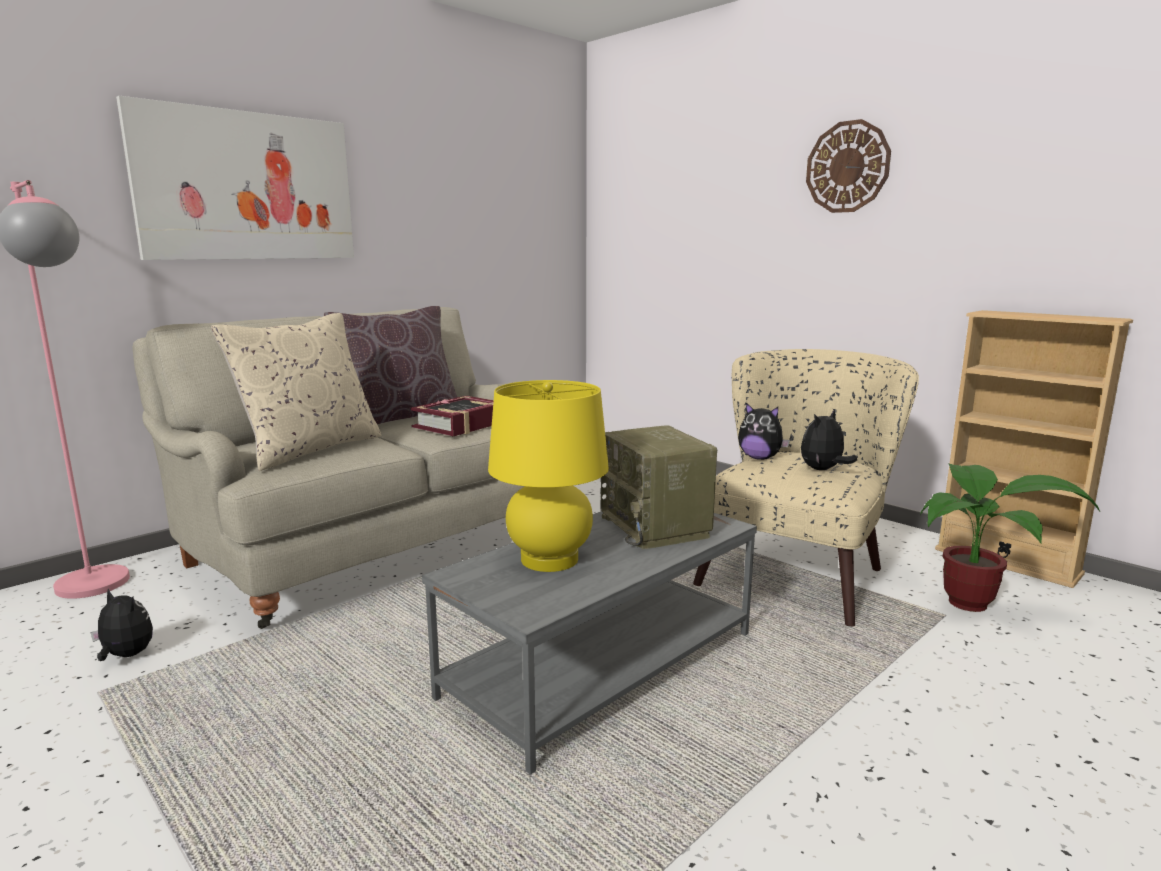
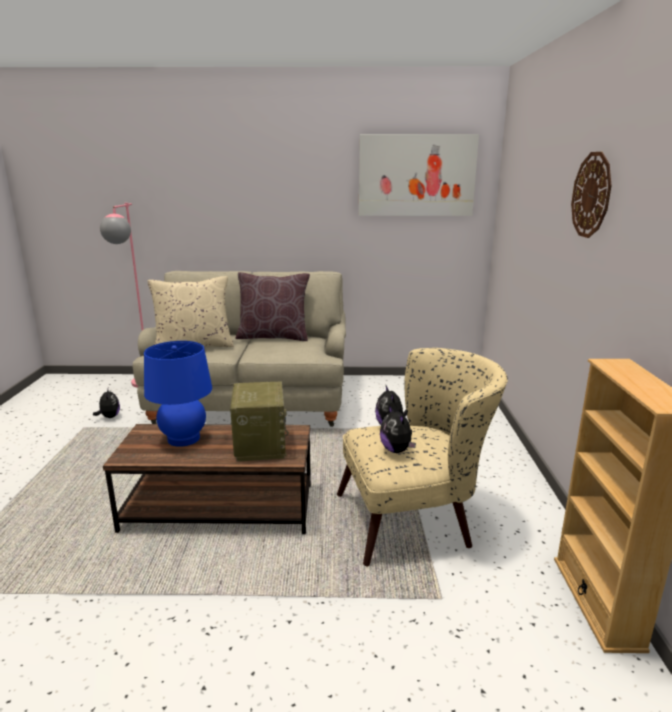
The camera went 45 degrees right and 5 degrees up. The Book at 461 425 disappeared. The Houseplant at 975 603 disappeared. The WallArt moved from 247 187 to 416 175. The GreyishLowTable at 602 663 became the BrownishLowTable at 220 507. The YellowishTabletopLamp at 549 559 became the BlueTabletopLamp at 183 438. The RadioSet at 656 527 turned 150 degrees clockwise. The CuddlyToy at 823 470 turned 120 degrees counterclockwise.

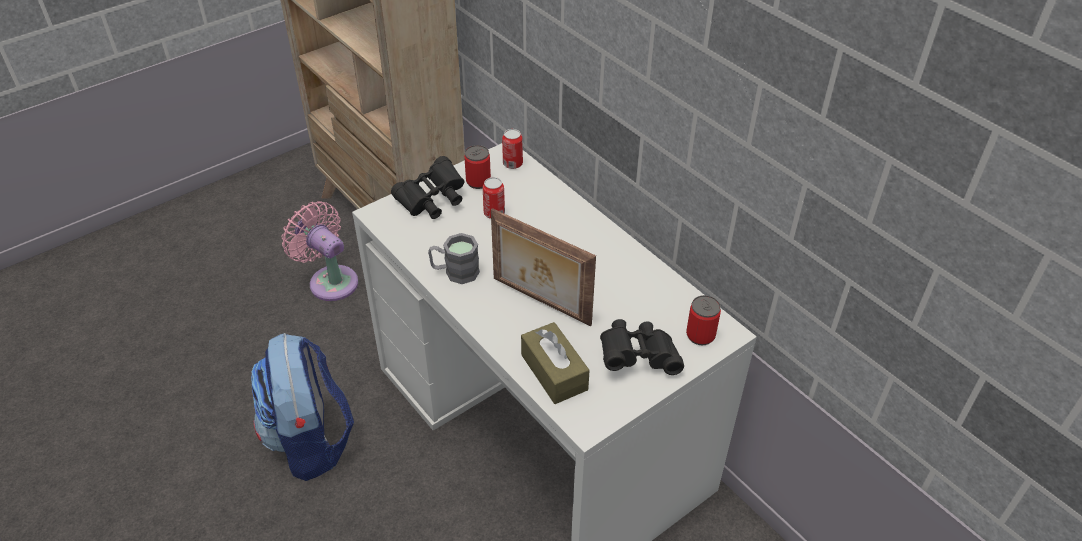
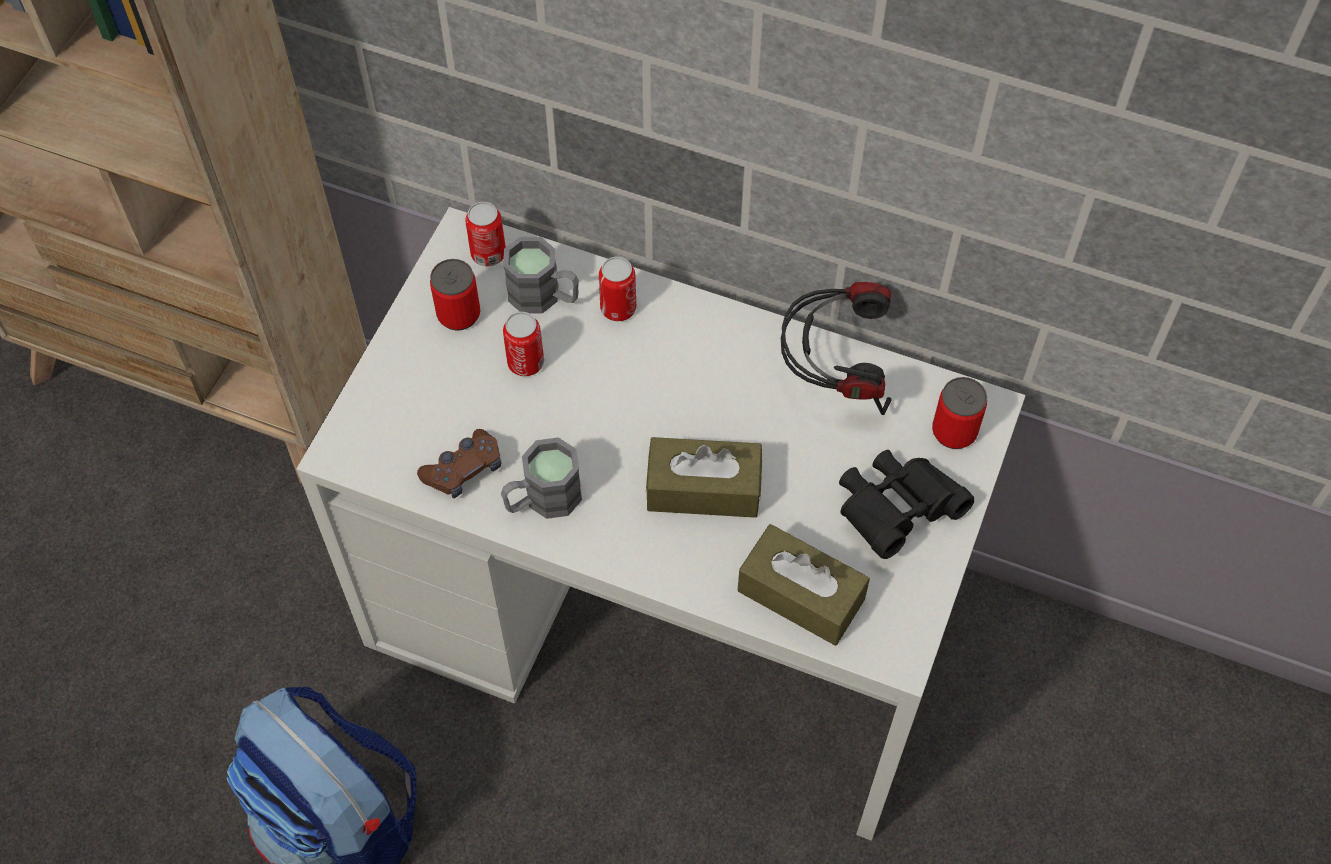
The camera went 30 degrees left and 15 degrees up. The PinkColouredElectricFan at 330 280 disappeared. The BlackishPairOfBinoculars at 432 201 disappeared. The BrownishGameController at 464 470 appeared. The GreyishCoffeeMug at 544 296 appeared. The MetalCan at 618 308 appeared. The Headset at 834 376 appeared. The PictureFrame at 540 302 was replaced by the BrownishTissueBox at 703 489.

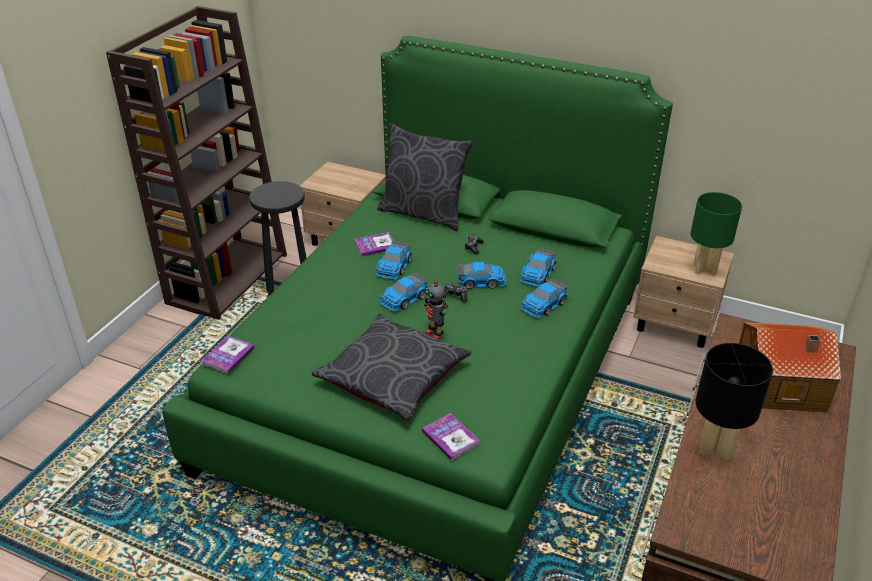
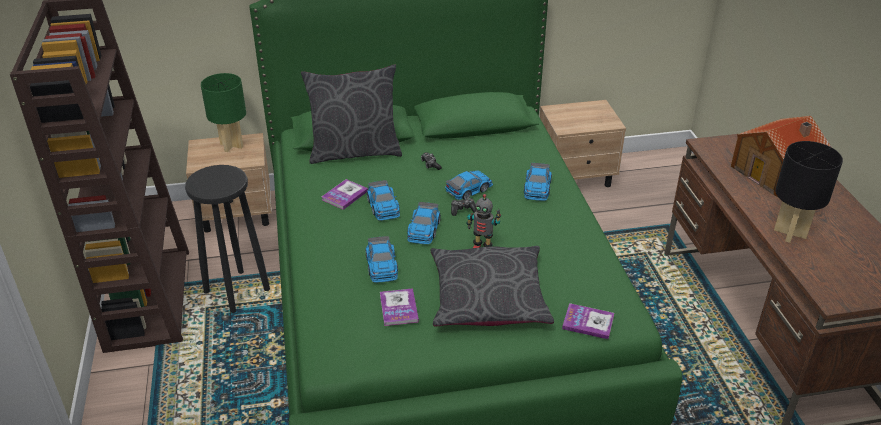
The camera went 35 degrees left and 0 degrees up. The Book moved from 228 356 to 398 308. The ToyCar moved from 537 274 to 382 266. The GreenTabletopLamp moved from 705 269 to 232 145.

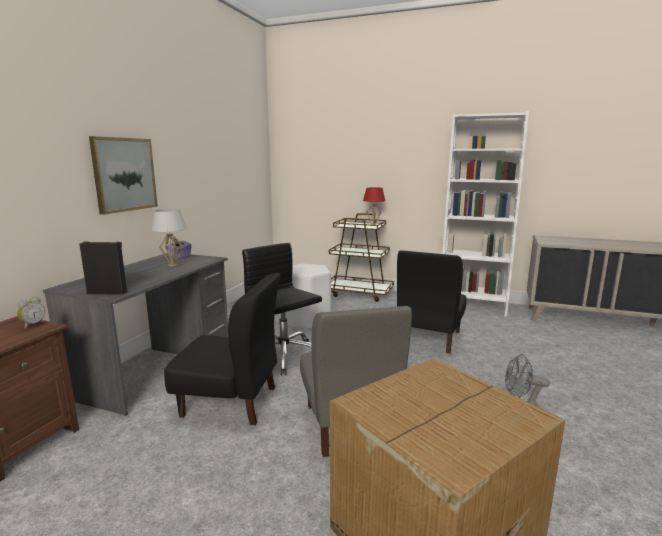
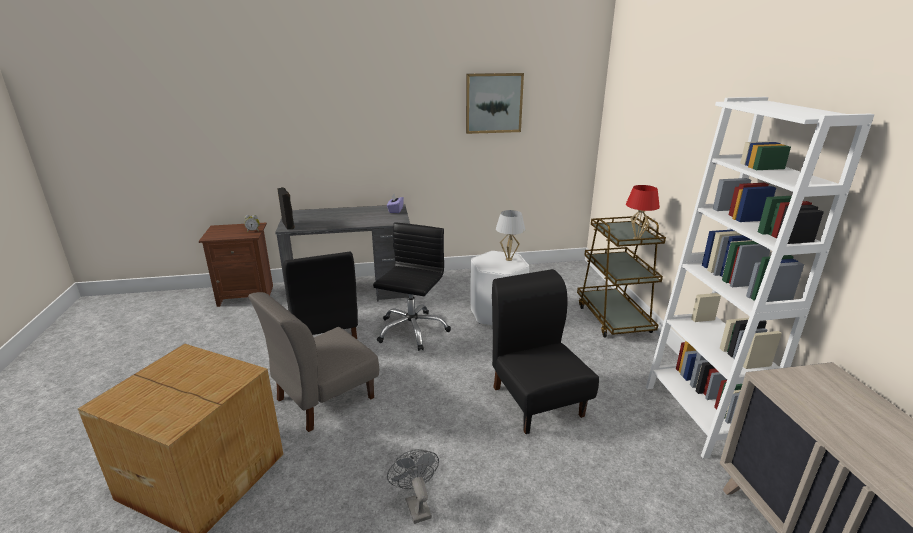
The camera went 60 degrees right and 10 degrees up. The WallArt moved from 124 174 to 493 103. The WhiteTabletopLamp moved from 172 265 to 509 259. The BlackishUprightChair at 428 338 turned 75 degrees clockwise.

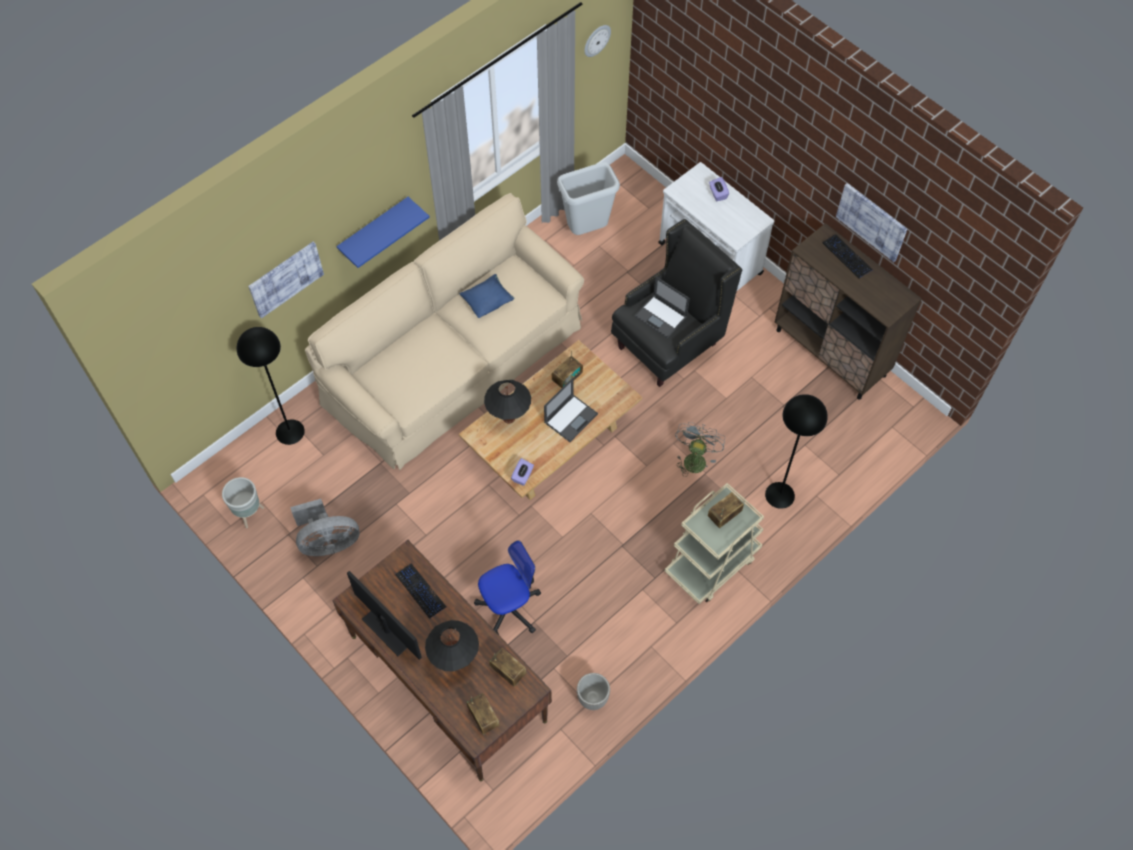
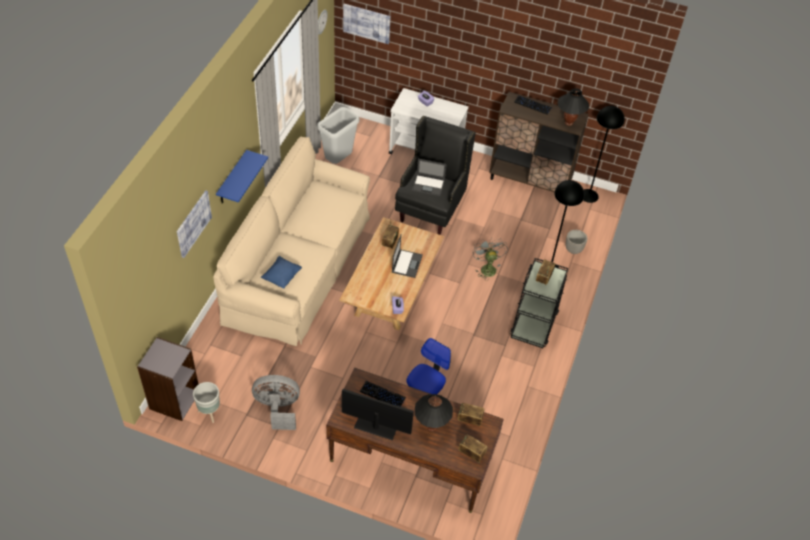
The camera went 30 degrees left and 10 degrees down. The GreyishBookcase at 174 399 appeared. The BlackishStandingLamp moved from 290 431 to 588 195. The BluePillow moved from 488 302 to 282 277. The BlackishTabletopLamp moved from 509 418 to 569 123. The Planter moved from 592 698 to 573 250. The WallArt moved from 872 221 to 366 23. The BeigeTrolley at 711 563 became the BlackishTrolley at 534 323. The GreyishElectricFan at 328 542 turned 135 degrees counterclockwise.

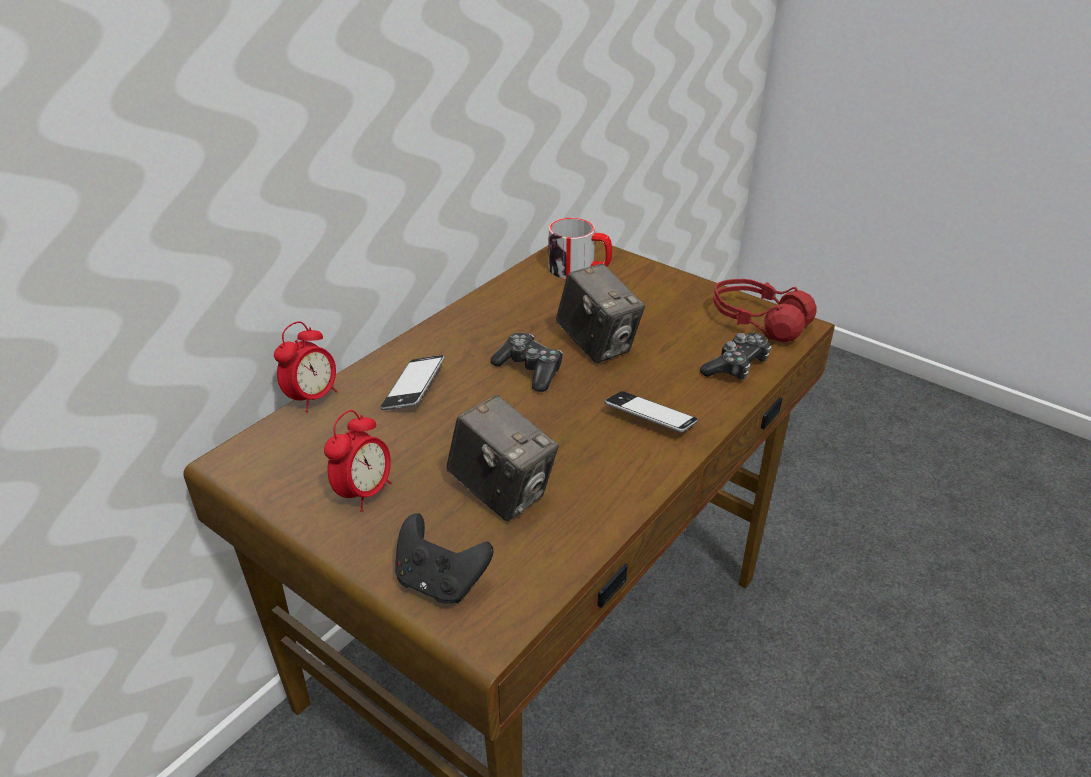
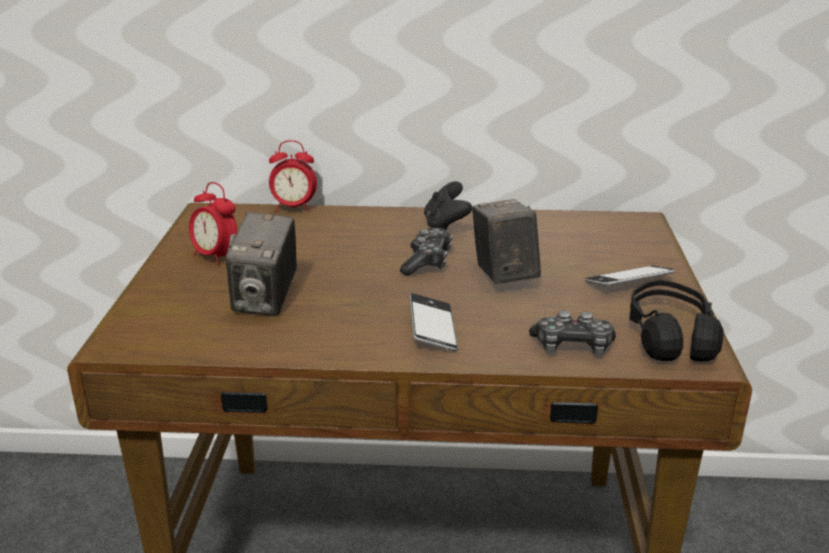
The camera went 55 degrees right and 10 degrees down. The CoffeeMug at 579 269 disappeared. The Telephone moved from 414 388 to 628 282. The BlackishGameController moved from 440 582 to 446 226. The ReddishHeadset at 758 322 became the BlackishHeadset at 669 337. The BedsideClock at 364 493 turned 45 degrees clockwise. The StillCamera at 597 345 turned 150 degrees clockwise.

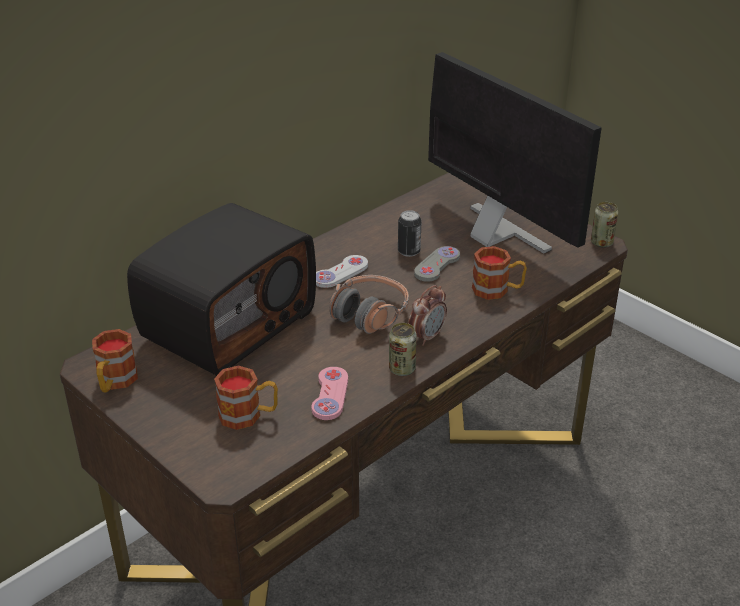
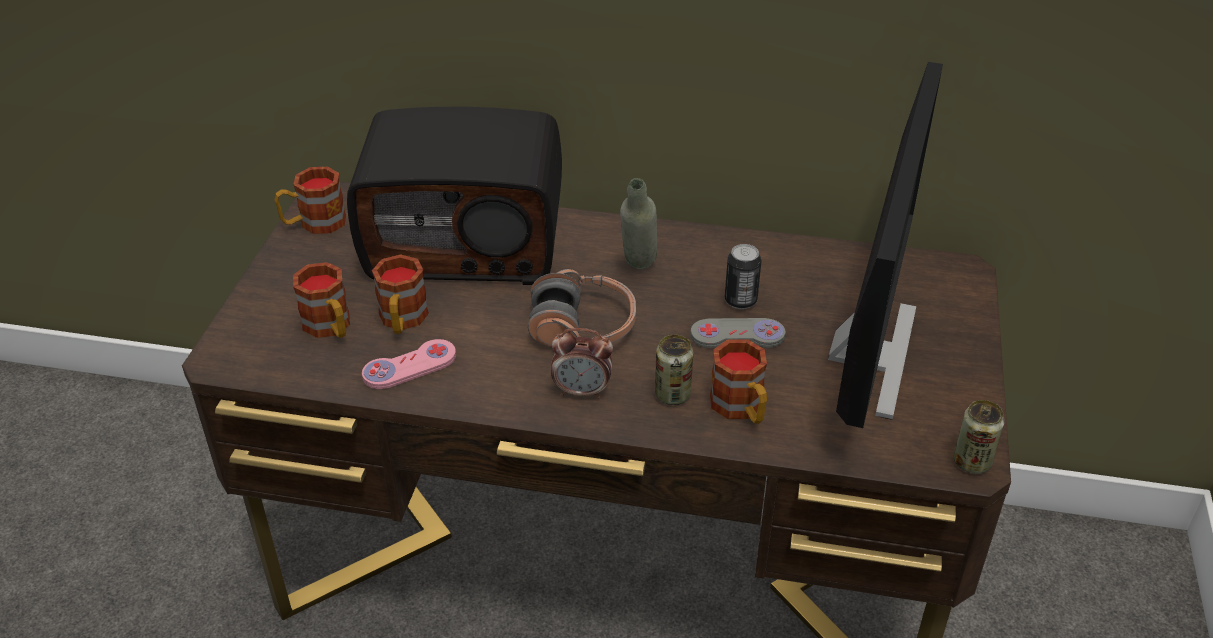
The camera went 55 degrees right and 5 degrees up. The CoffeeMug at 402 321 appeared. The MetalCan moved from 402 369 to 672 395. The WhiteGameController at 340 273 was replaced by the GreyishBottle at 638 271.

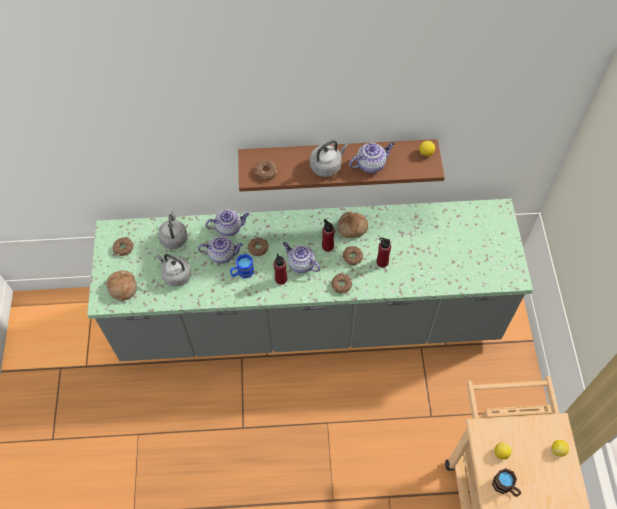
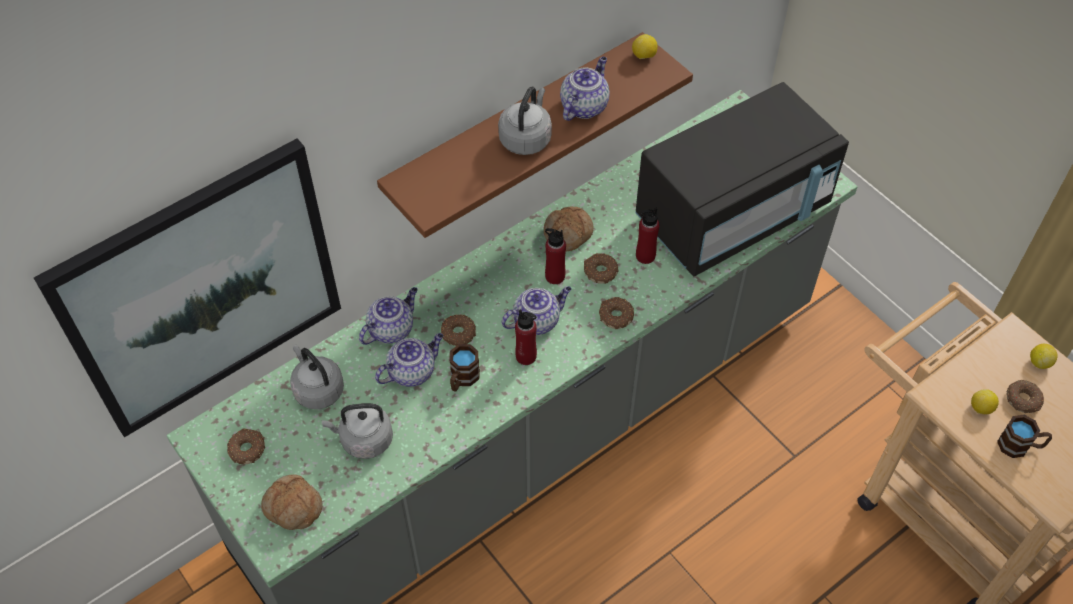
The camera went 35 degrees left and 5 degrees down. The WallArt at 203 290 appeared. The BlackishMicrowaveOven at 733 214 appeared. The Donut moved from 265 172 to 1023 400. The BlueCoffeeMug at 242 272 became the BrownishCoffeeMug at 462 379. The PotForTea at 300 264 turned 150 degrees clockwise.

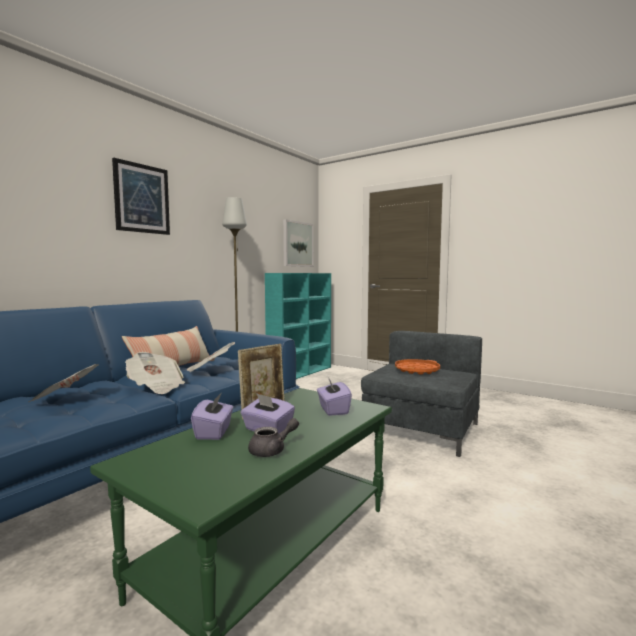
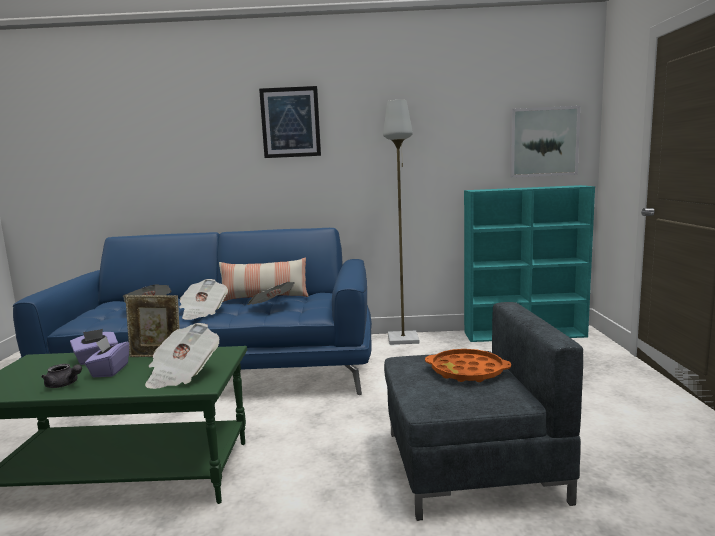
The camera went 55 degrees right and 5 degrees up. The PurpleTissueBox at 333 409 was replaced by the Newspaper at 182 374.

